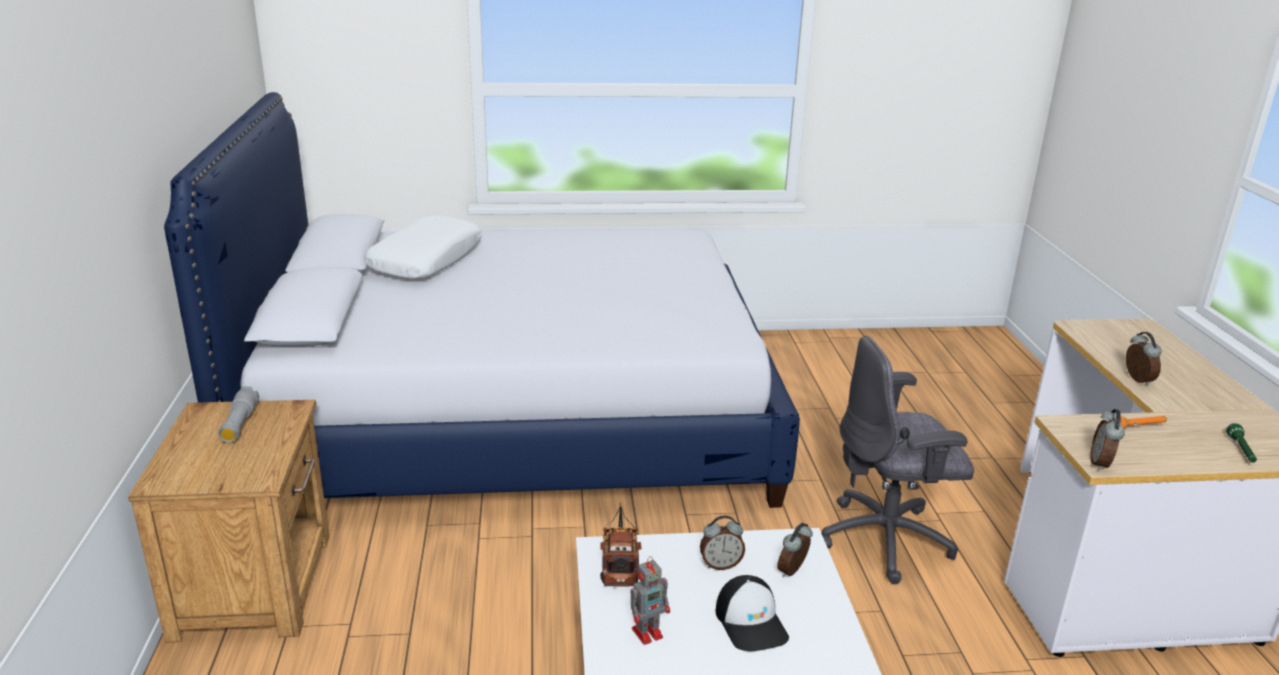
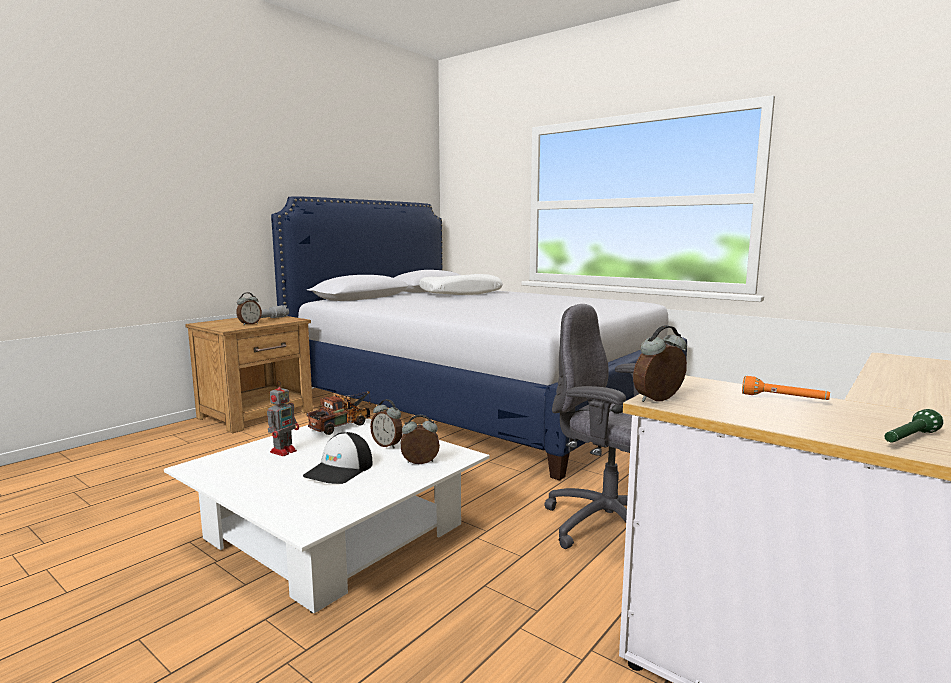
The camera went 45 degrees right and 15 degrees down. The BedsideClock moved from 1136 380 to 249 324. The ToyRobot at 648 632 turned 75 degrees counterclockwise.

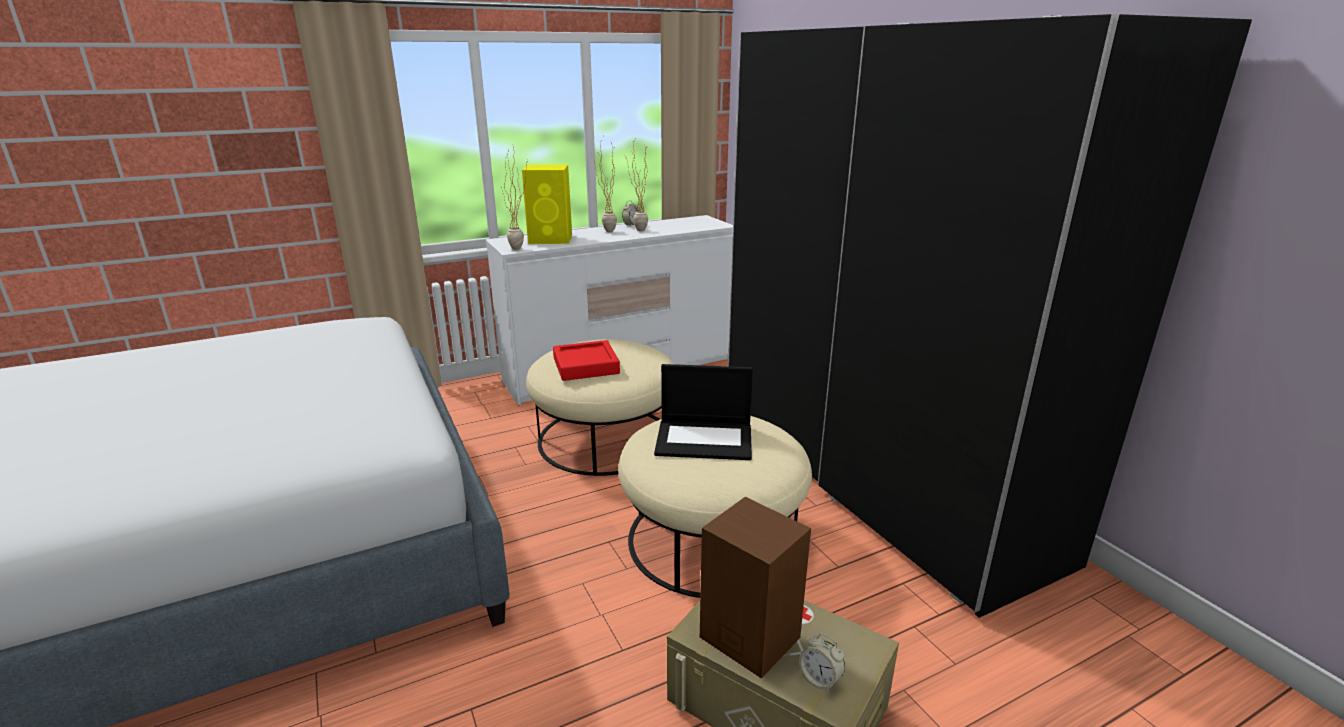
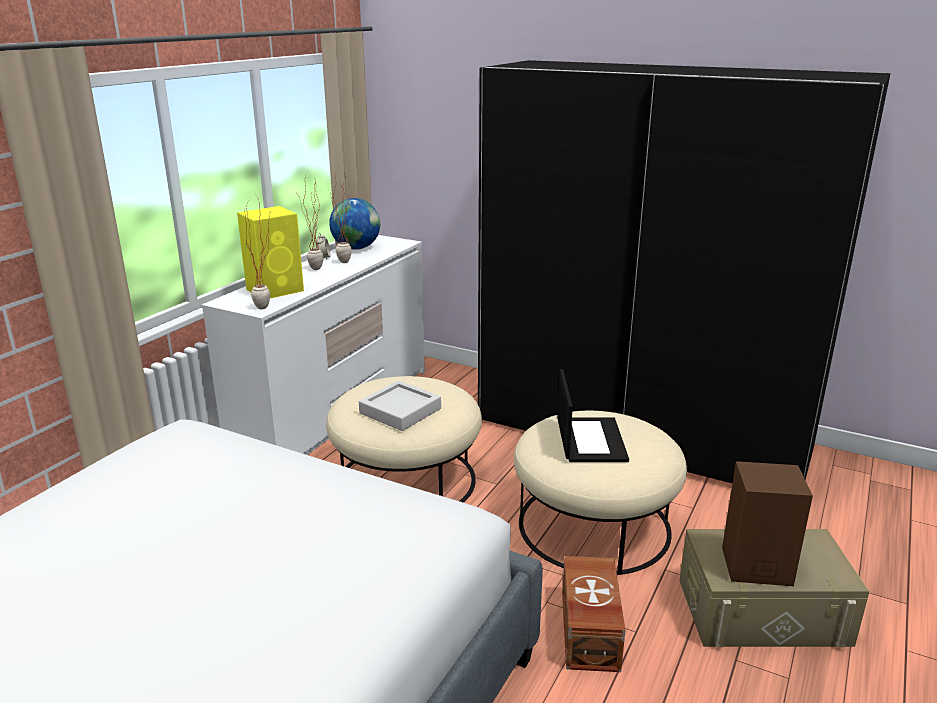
The camera went 35 degrees left and 0 degrees up. The BedsideClock at 820 680 disappeared. The Globe at 356 248 appeared. The BrownishStorageBox at 588 632 appeared. The ReddishCarryingTray at 586 366 became the GreyishCarryingTray at 400 411. The PortableComputer at 705 440 turned 60 degrees counterclockwise.

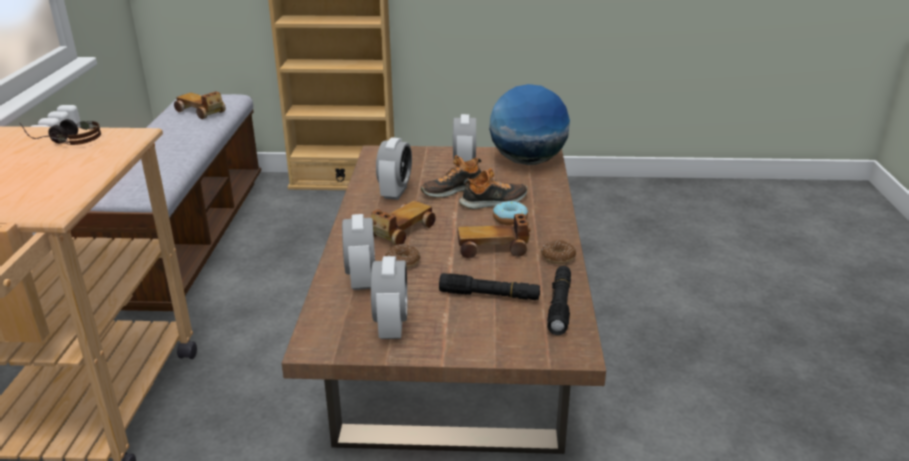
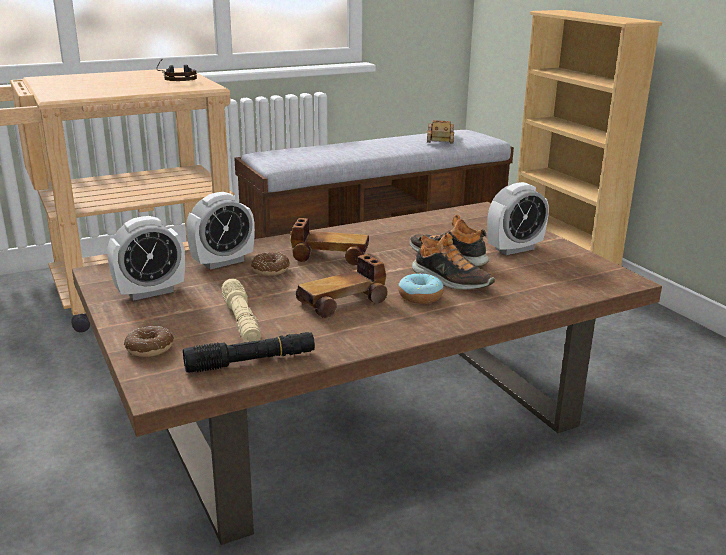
The camera went 60 degrees right and 5 degrees down. The BedsideClock at 395 192 disappeared. The Globe at 527 161 disappeared. The Donut moved from 558 257 to 150 348. The BlackishTorch at 489 295 became the BeigeTorch at 241 321. The ToyCar at 493 248 turned 90 degrees counterclockwise.

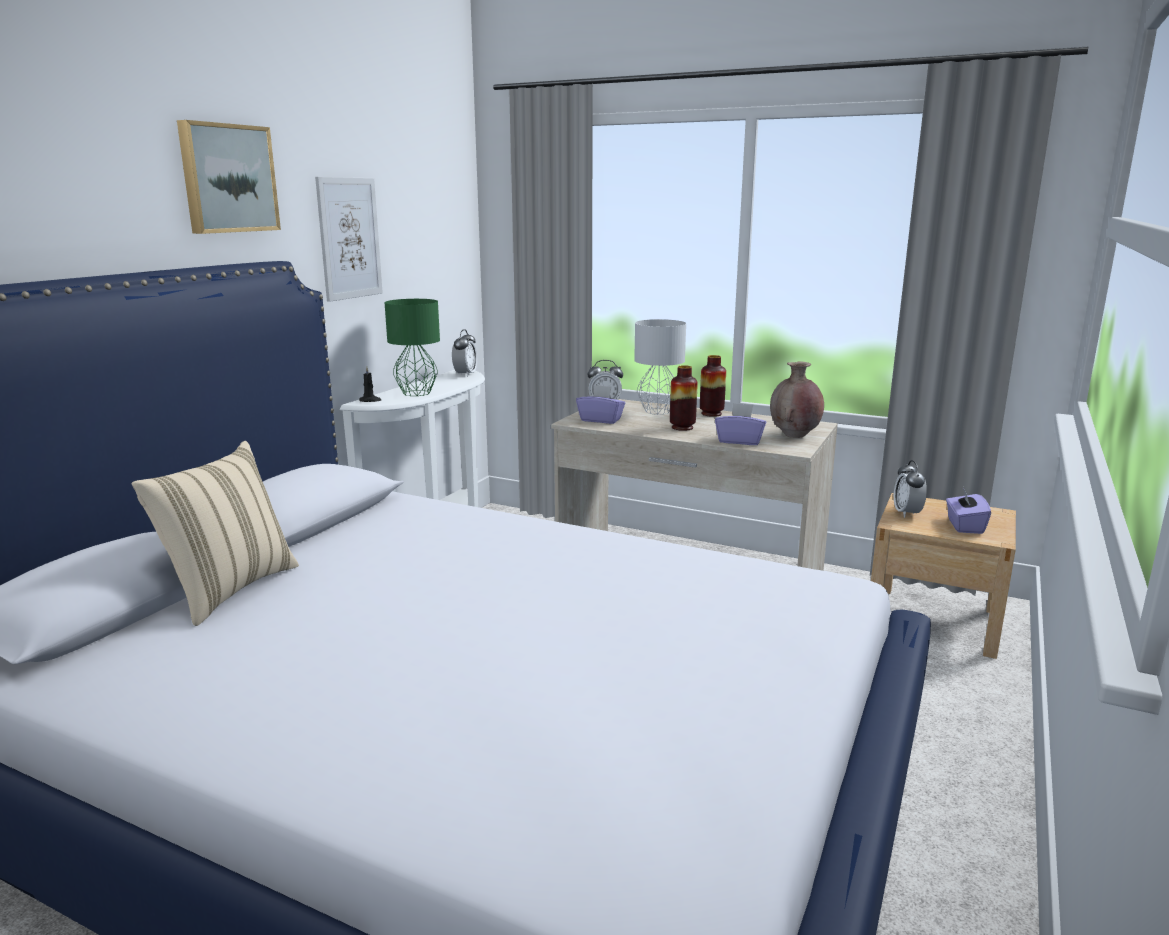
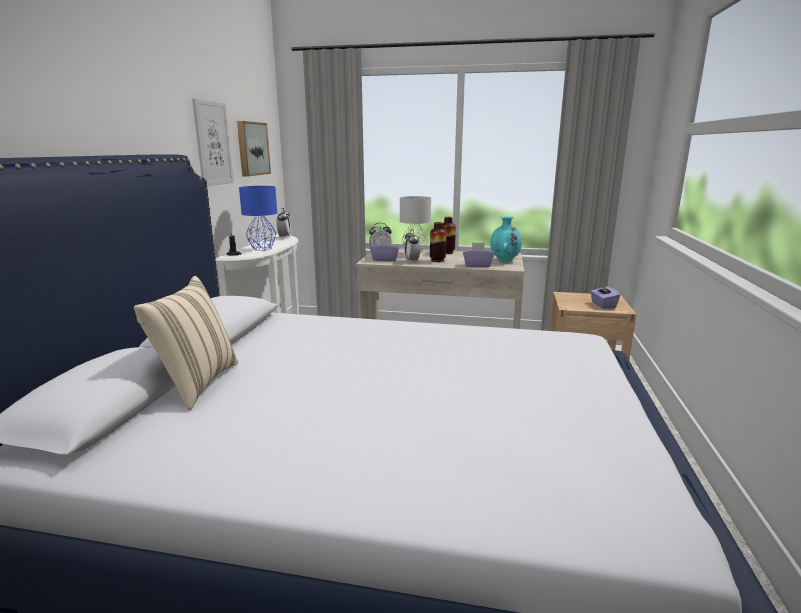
The camera went 15 degrees left and 0 degrees up. The WallArt moved from 227 178 to 252 148. The BedsideClock moved from 907 513 to 412 261. The GreenTabletopLamp at 415 393 became the BlueTabletopLamp at 261 249. The BrownishVase at 794 436 became the TurquoiseColouredVase at 504 261.

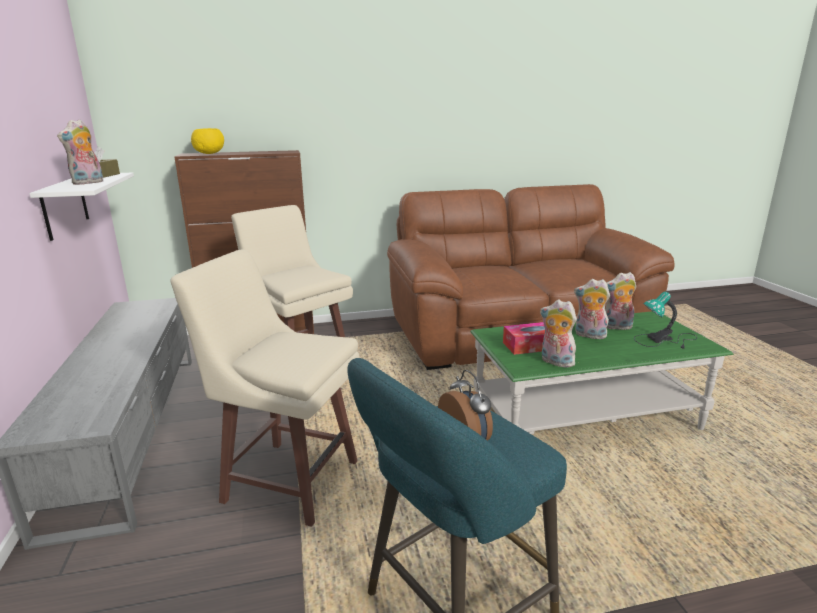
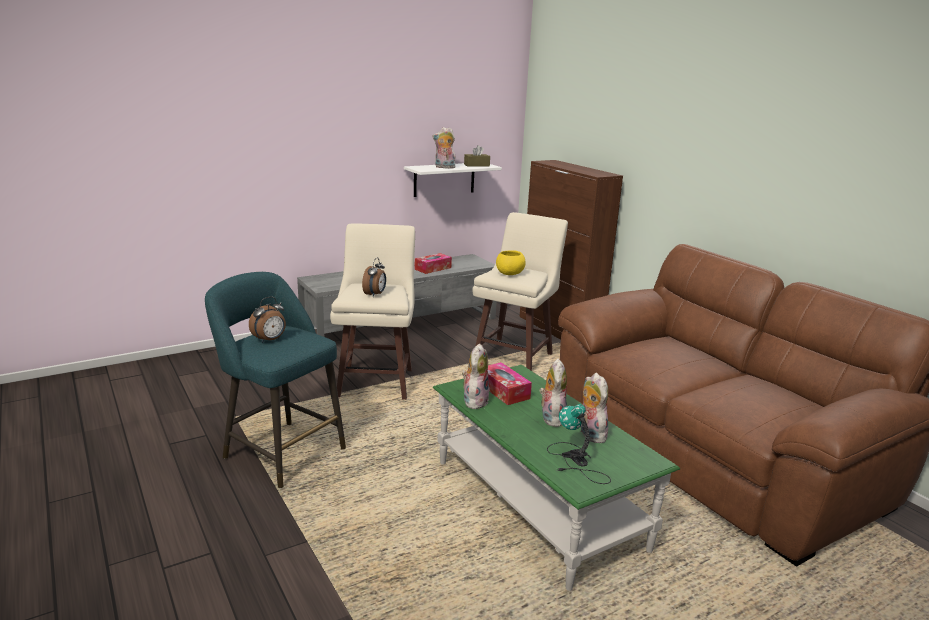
The camera went 70 degrees right and 0 degrees up. The BedsideClock at 375 294 appeared. The TissueBox at 433 268 appeared. The YellowishServingBowl moved from 210 153 to 510 274.

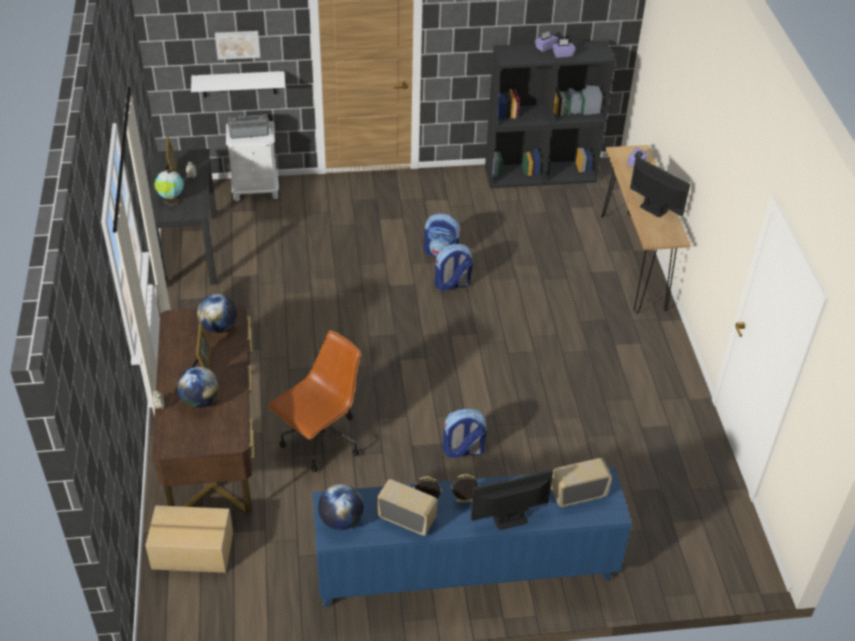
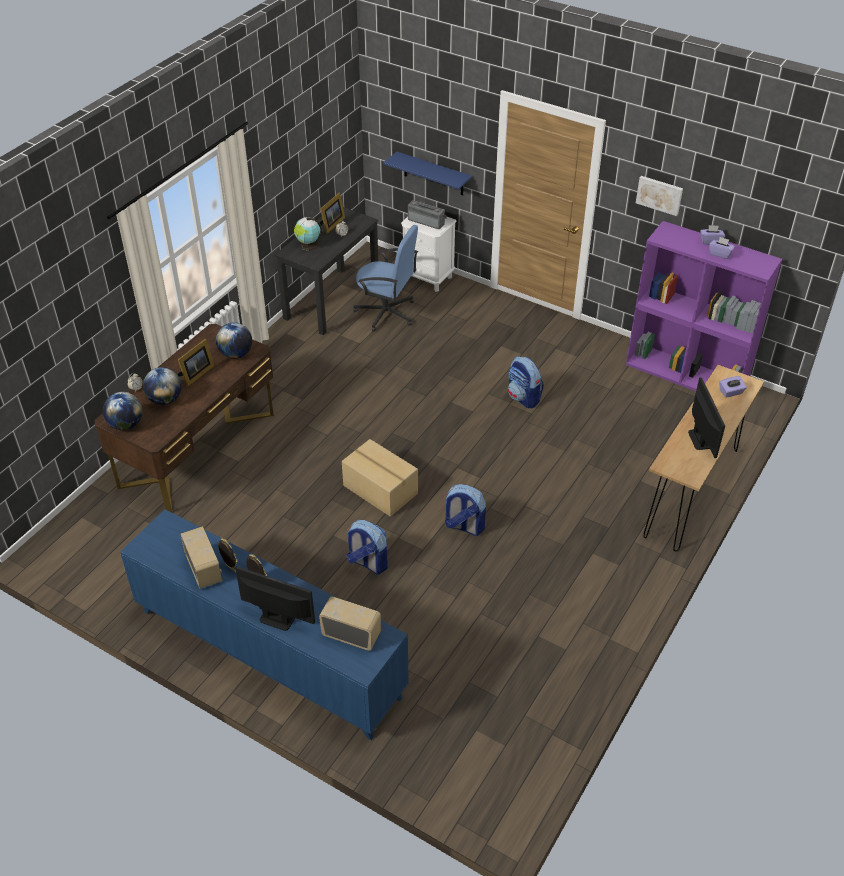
The camera went 40 degrees right and 0 degrees up. The BrownishComputerChair at 321 441 disappeared. The BlueComputerChair at 386 313 appeared. The Carton moved from 193 551 to 380 490. The WallArt moved from 237 44 to 659 194. The Globe moved from 341 520 to 126 424. The Rucksack moved from 452 284 to 463 526. The WhiteShelf at 239 84 became the BlueShelf at 433 174. The BlackishBookcase at 541 174 became the PurpleBookcase at 687 374.

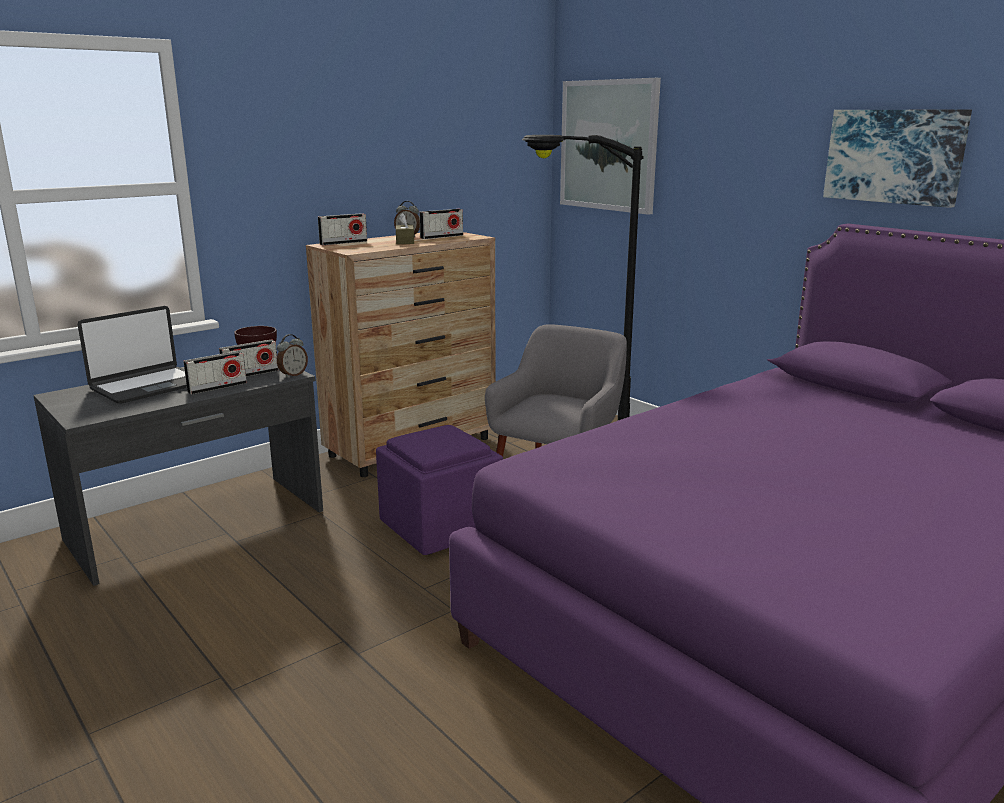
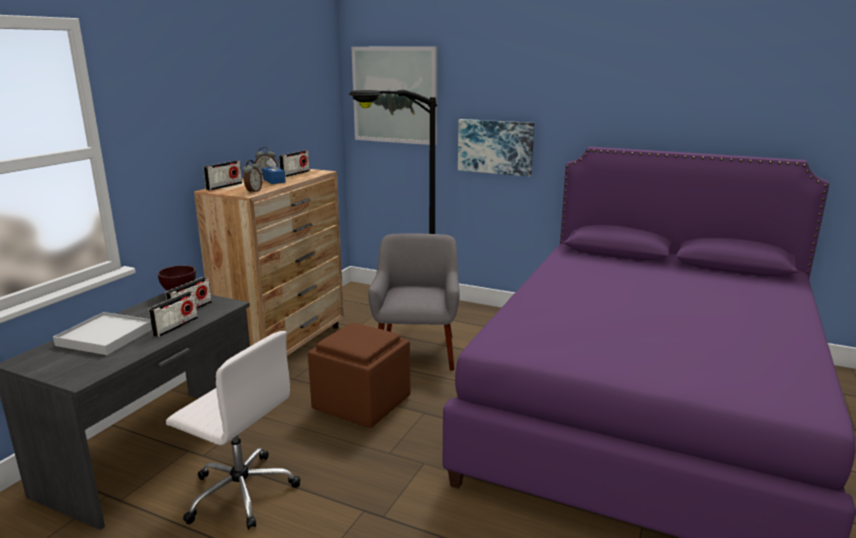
The camera went 25 degrees left and 0 degrees up. The WhiteComputerChair at 240 491 appeared. The BedsideClock moved from 293 375 to 253 191. The WallArt moved from 894 156 to 495 146. The PortableComputer at 148 386 was replaced by the WhiteCarryingTray at 106 336. The PurpleOttoman at 441 527 became the BrownishOttoman at 361 403. The BrownishTissueBox at 405 241 became the BlueTissueBox at 274 181.

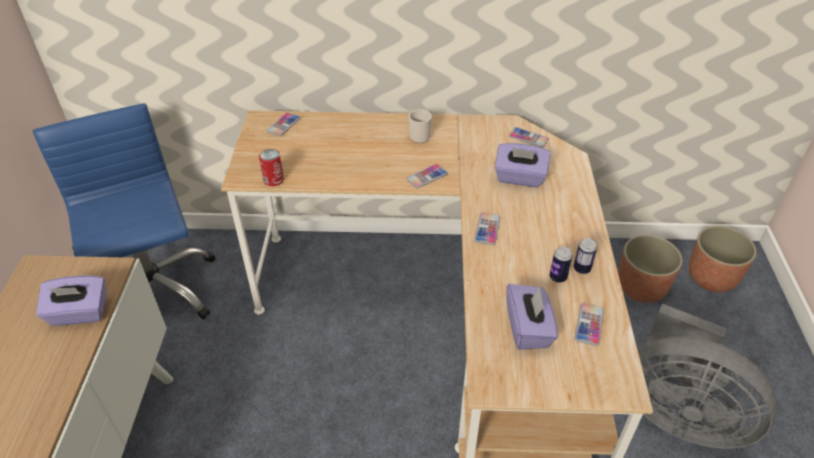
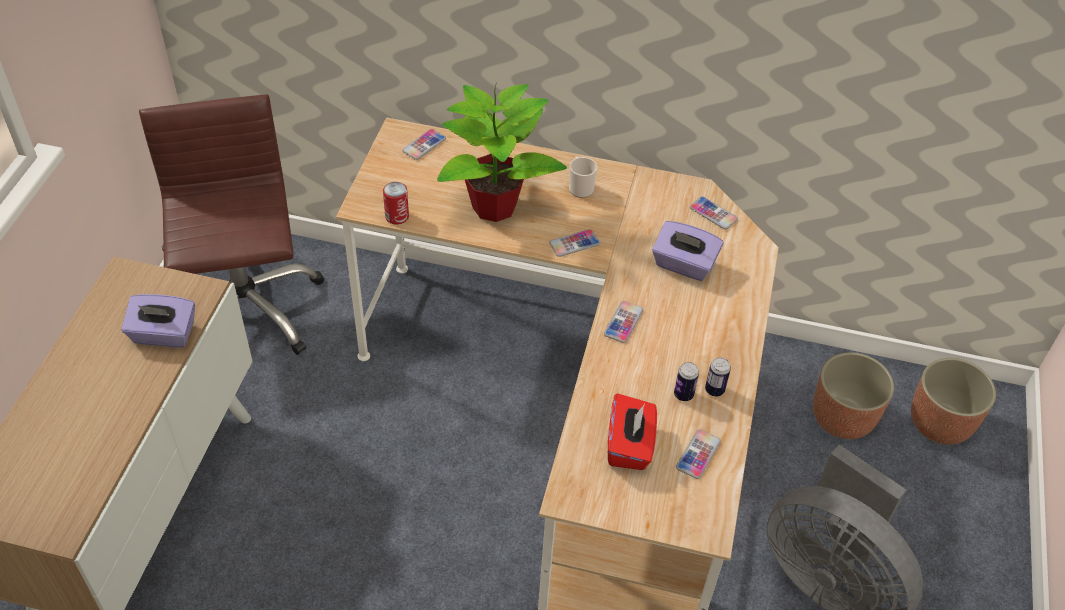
The camera went 10 degrees right and 5 degrees up. The Houseplant at 495 205 appeared. The BlueComputerChair at 154 291 became the BrownishComputerChair at 245 309. The PurpleTissueBox at 528 329 became the ReddishTissueBox at 629 446.

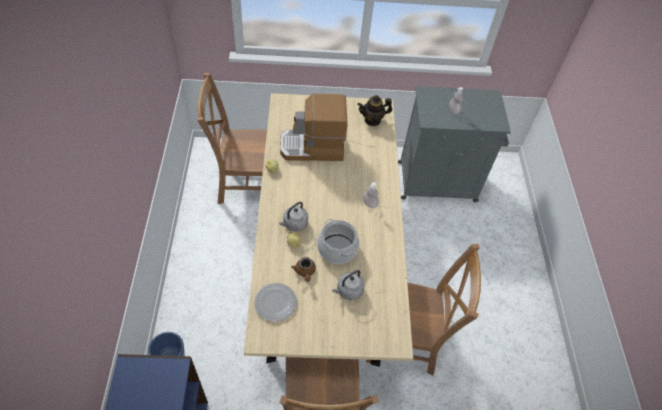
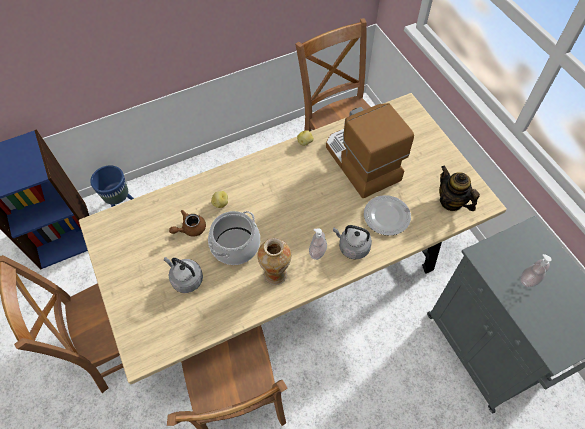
The camera went 70 degrees right and 5 degrees up. The Vase at 276 274 appeared. The DinnerPlate moved from 276 302 to 387 216. The GreyishWaterKettle moved from 294 224 to 352 247.

